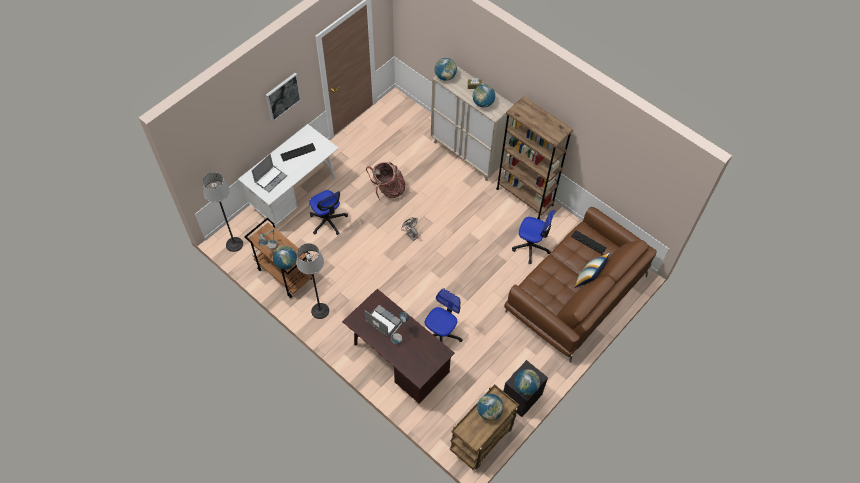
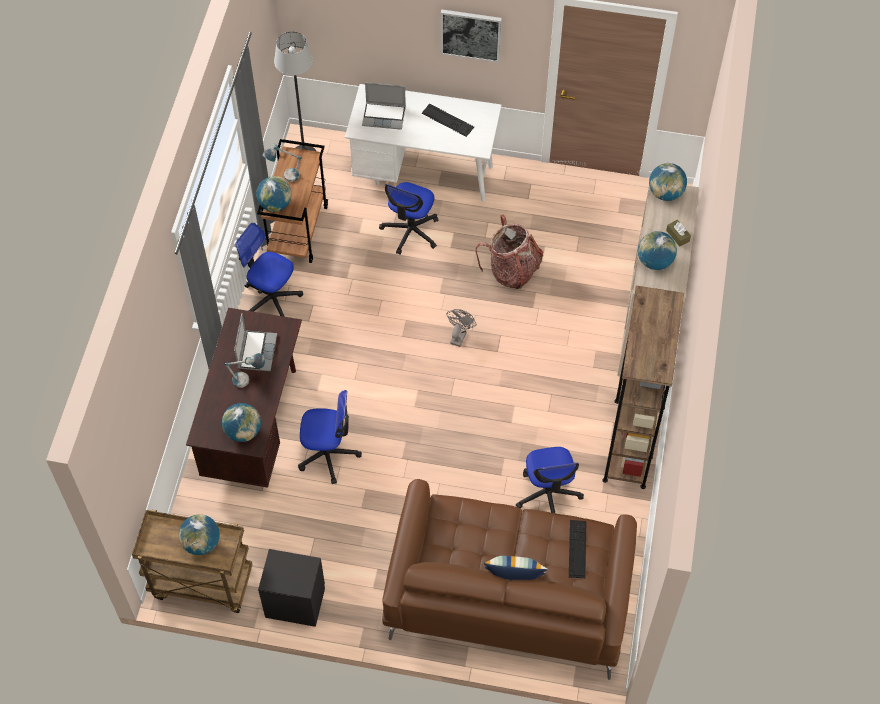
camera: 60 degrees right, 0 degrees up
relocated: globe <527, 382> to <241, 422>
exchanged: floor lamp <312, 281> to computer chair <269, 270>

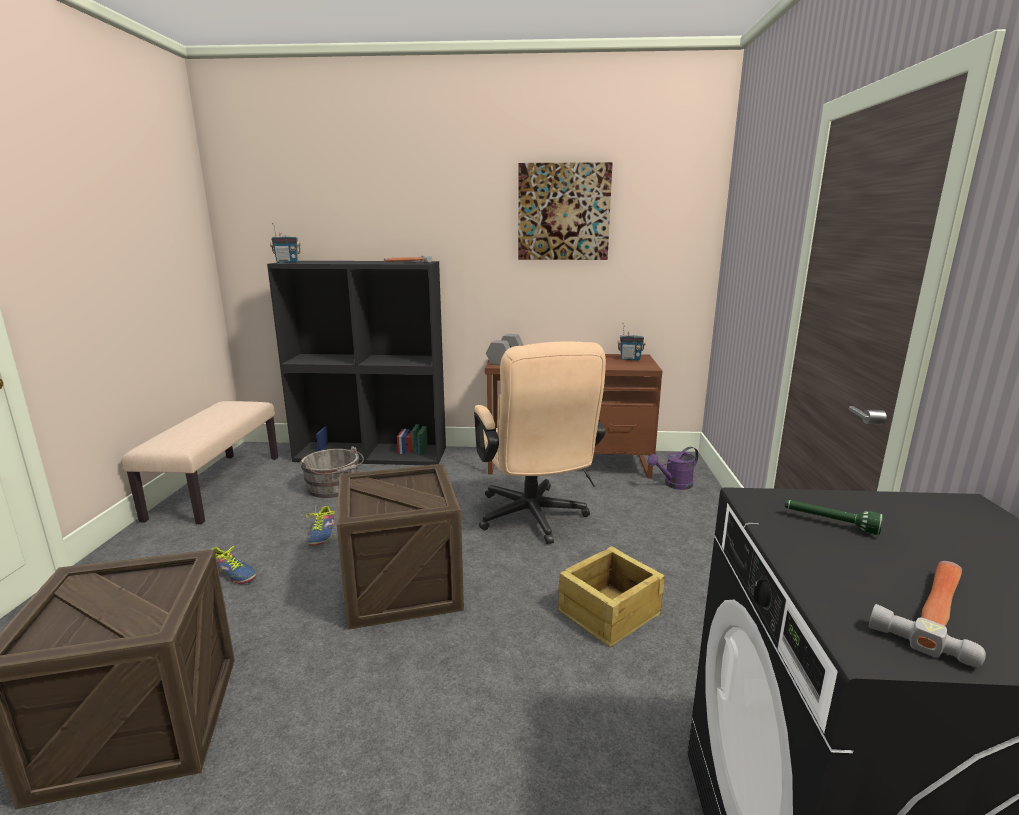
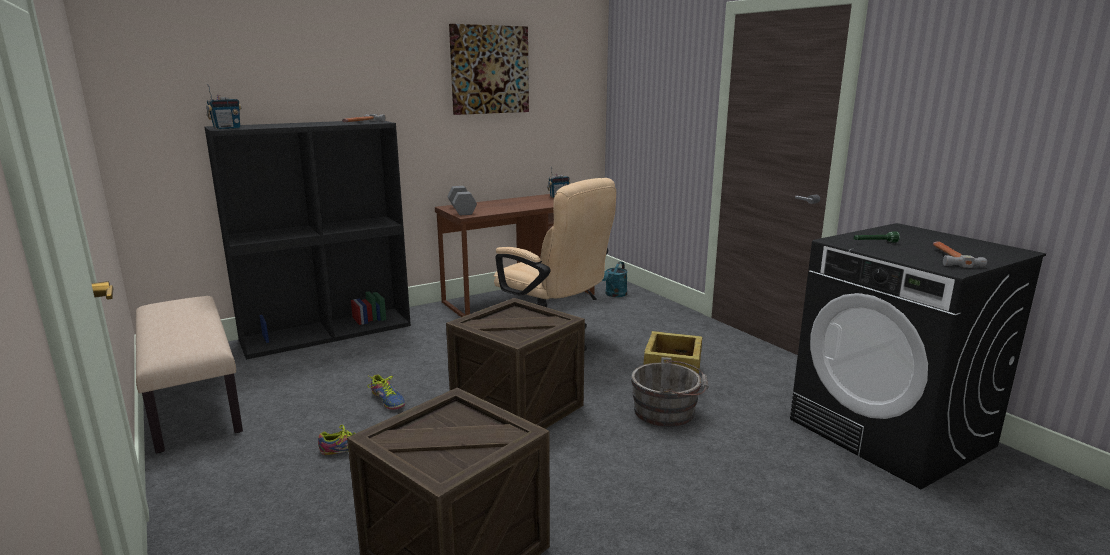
camera: 35 degrees left, 0 degrees up
relocated: greyish bucket <332, 472> to <670, 392>
colour: purple-coloured watering pot <672, 468> to turquoise watering pot <614, 279>

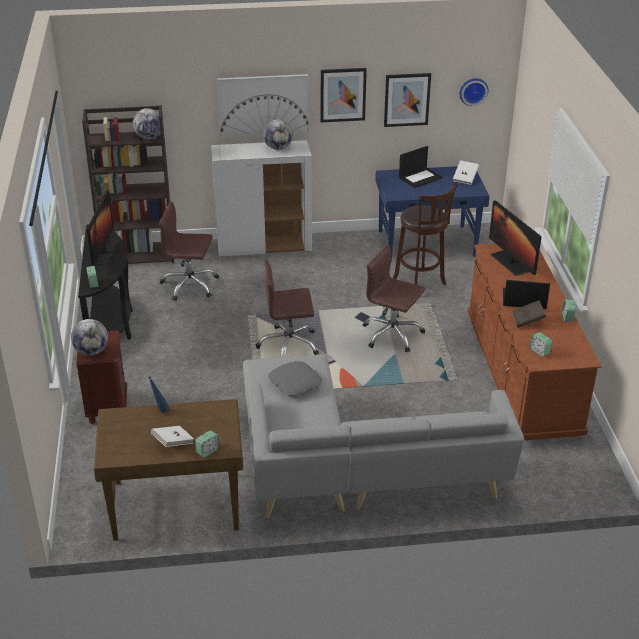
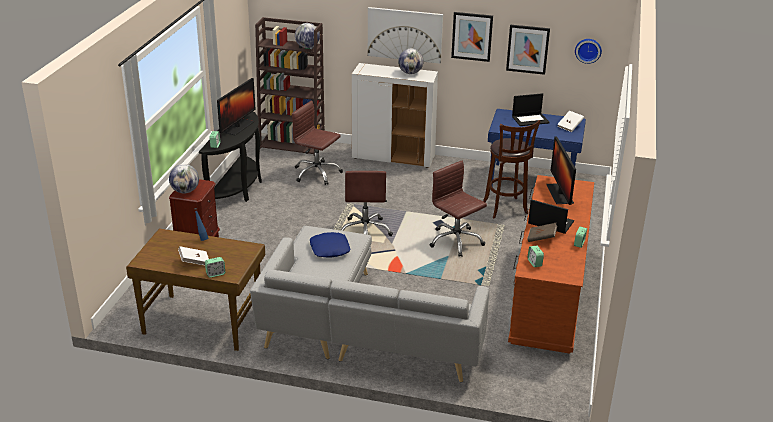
camera: 20 degrees right, 5 degrees down
colour: greyish cushion <295, 378> to blue-coloured cushion <330, 244>
spun: brownish computer chair <287, 308> = <367, 203> 105 degrees counterclockwise

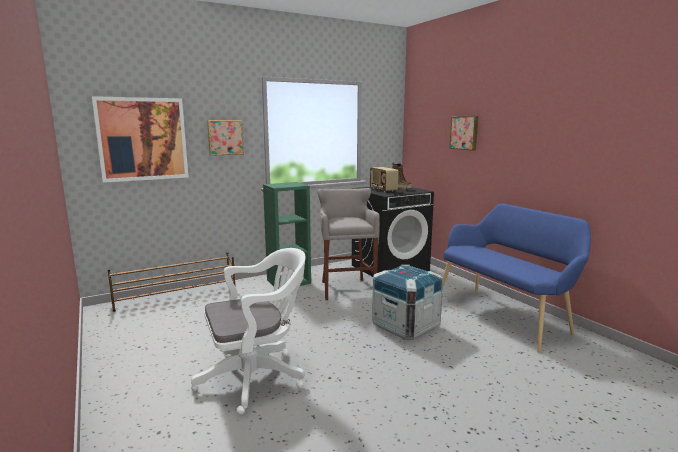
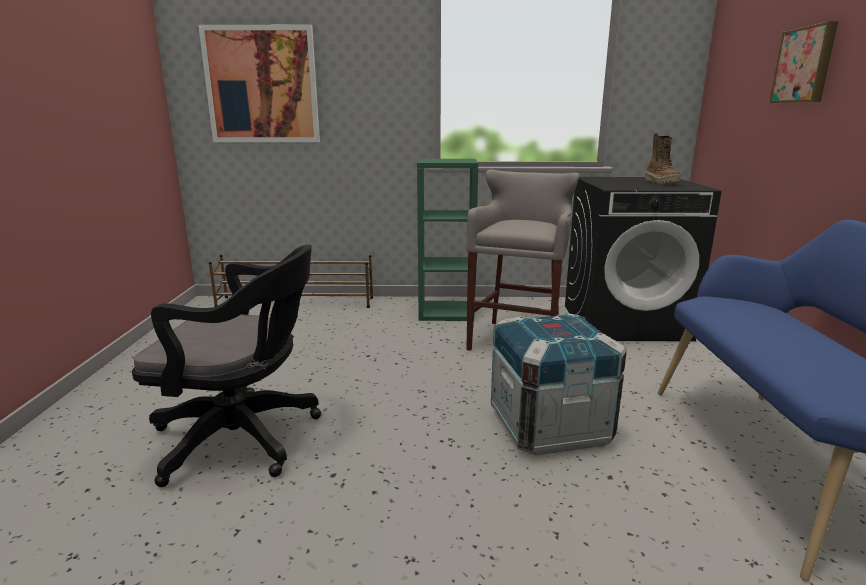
camera: 30 degrees right, 5 degrees up
missing: picture <225, 138>; radio set <384, 179>
colour: white-coloured computer chair <248, 331> to black-coloured computer chair <226, 366>

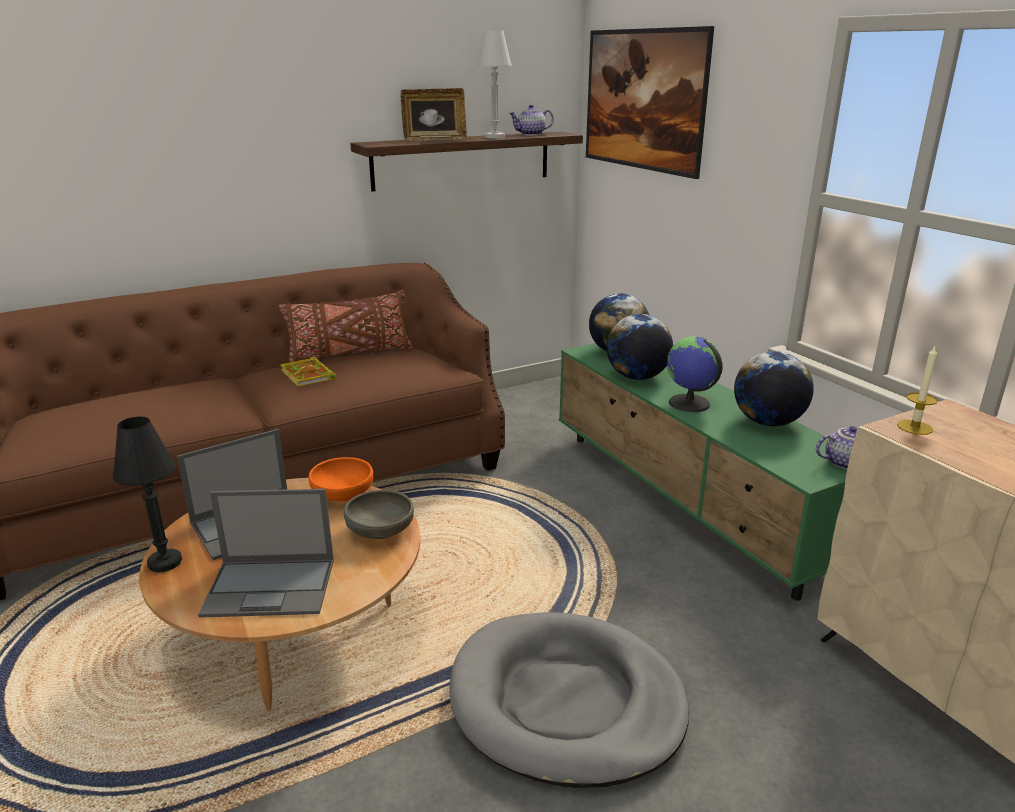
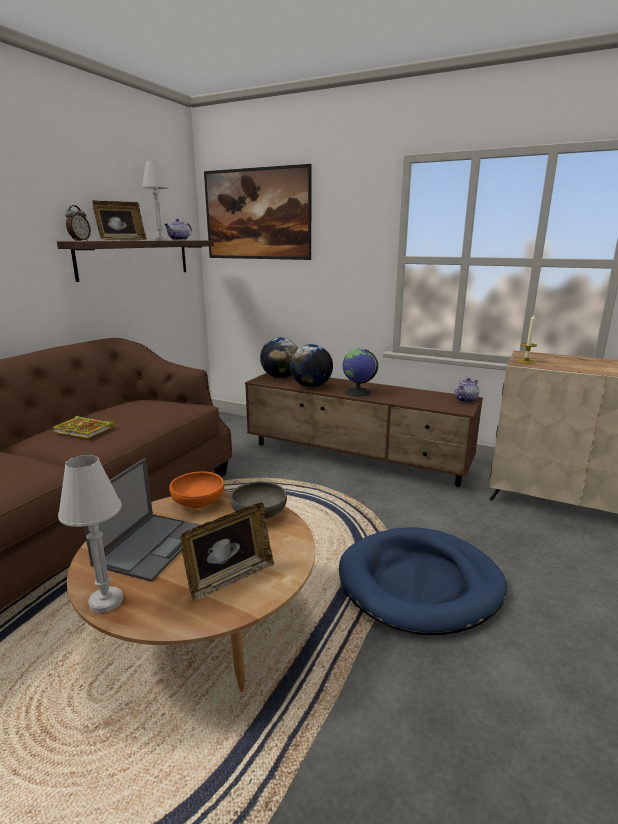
camera: 35 degrees left, 5 degrees down
missing: brownish cushion <345, 326>; globe <774, 388>
appeared: alarm clock <78, 223>
exchanged: portable computer <266, 553> to picture frame <227, 552>
colour: black-coloured table lamp <147, 494> to white-coloured table lamp <90, 534>; greyish dog cushion <569, 700> to blue-coloured dog cushion <423, 581>; greenish media console <703, 472> to brownish media console <364, 430>

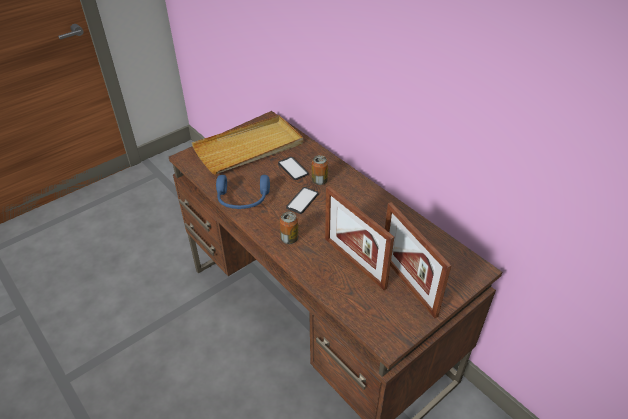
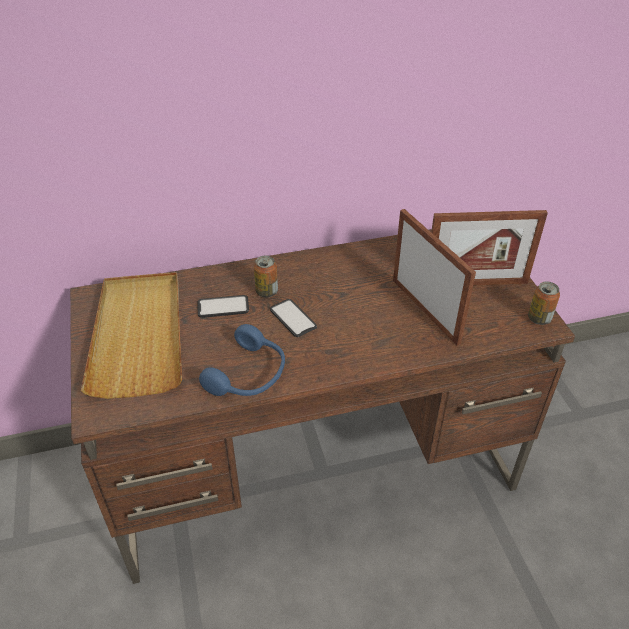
camera: 65 degrees left, 0 degrees up
relocated: sealed can <289, 228> to <544, 303>
spun: picture frame <359, 238> = <434, 277> 105 degrees counterclockwise

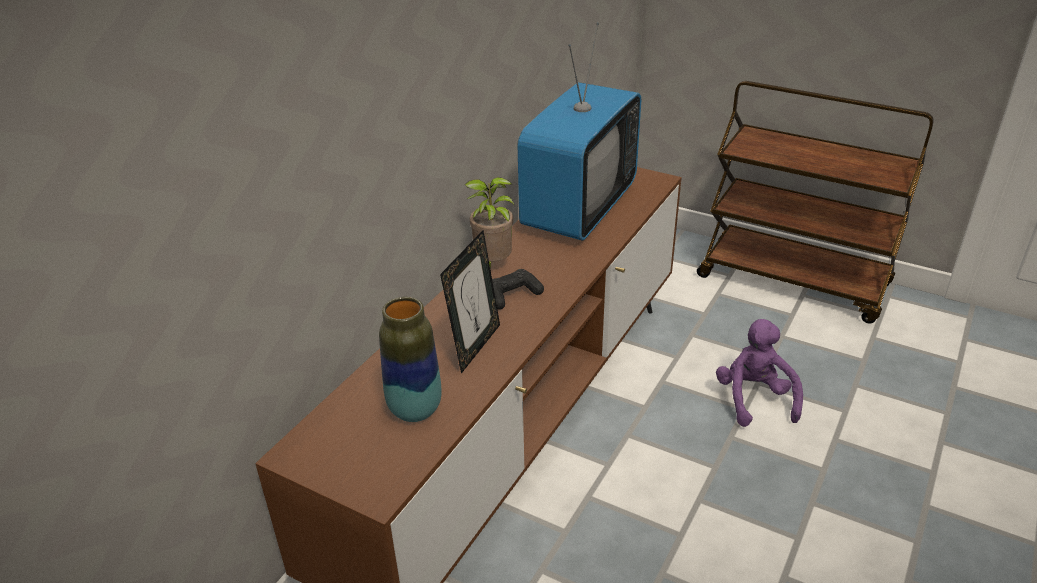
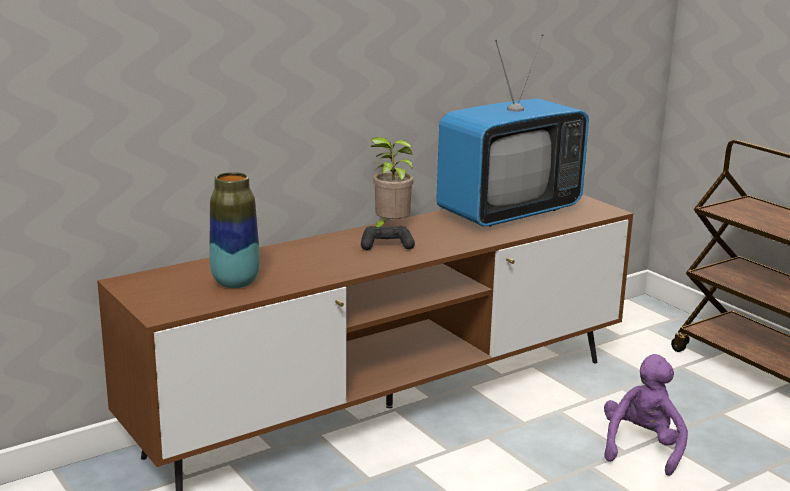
camera: 25 degrees right, 15 degrees down
missing: picture frame <470, 302>

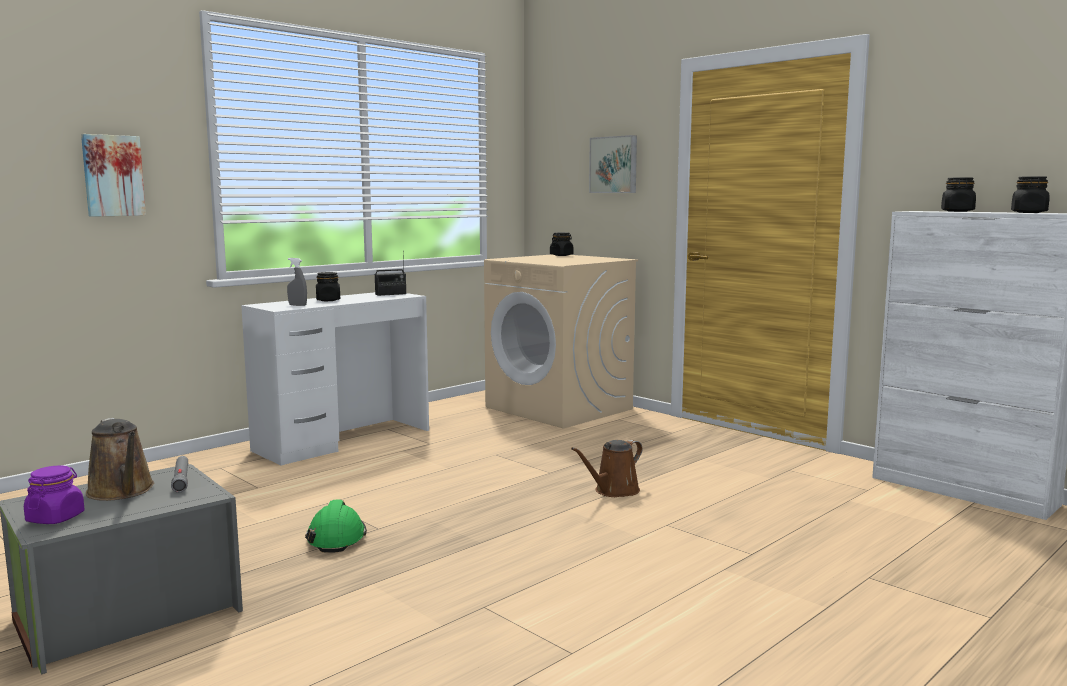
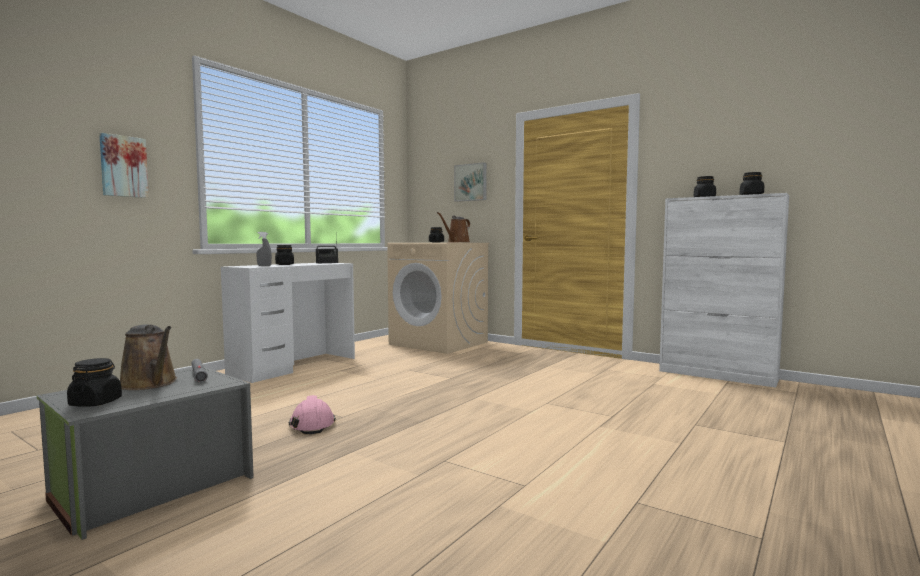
camera: 10 degrees left, 5 degrees down
relocated: brownish watering pot <607, 468> to <453, 227>
colour: purple-coloured jar <54, 495> to black-coloured jar <94, 382>; greenish work helmet <336, 526> to pink work helmet <312, 414>

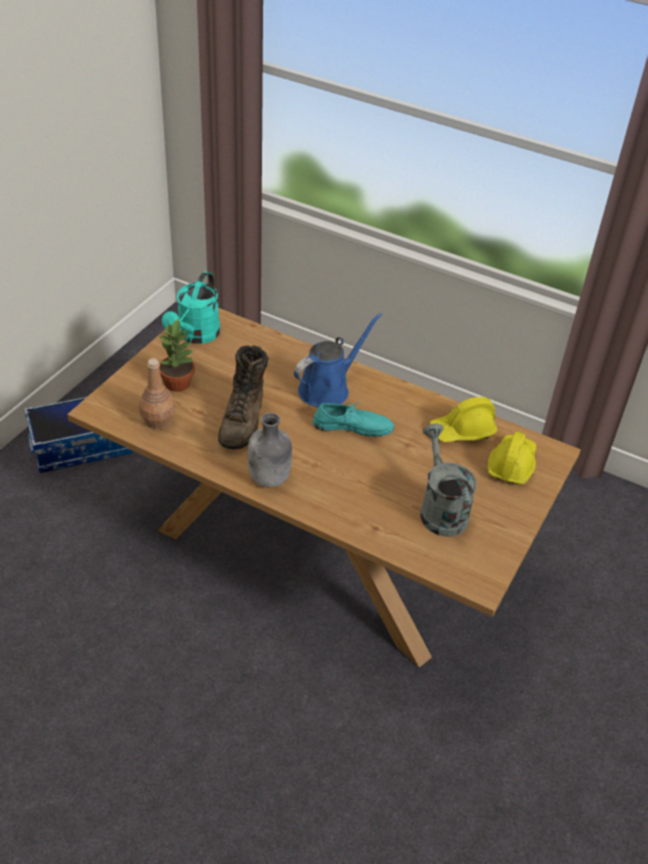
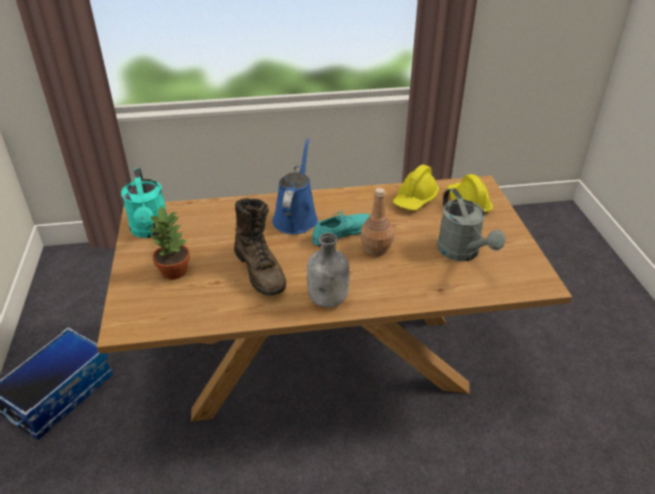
camera: 35 degrees left, 5 degrees down
relocated: brownish drink bottle <157, 393> to <377, 222>
spun: greyish watering pot <448, 480> = <471, 224> 150 degrees counterclockwise

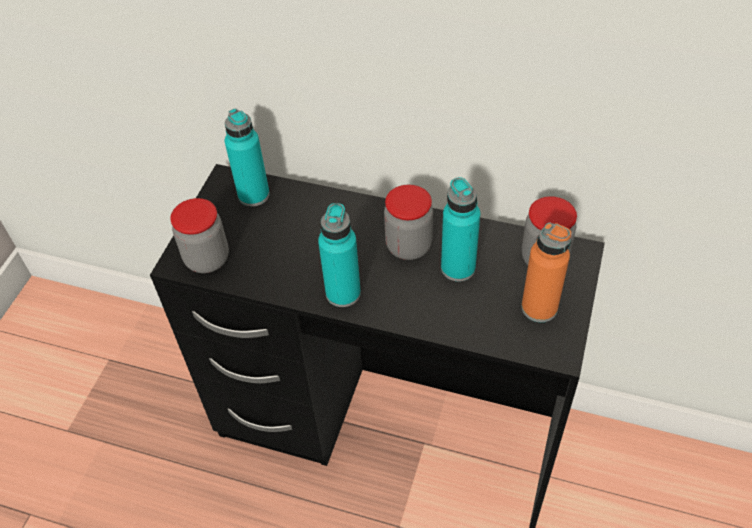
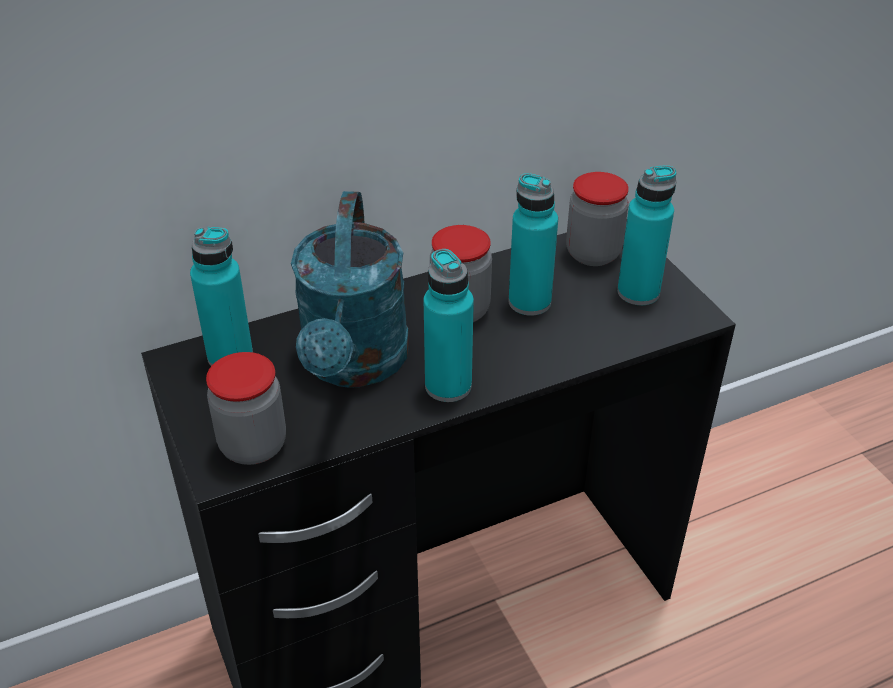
camera: 45 degrees left, 10 degrees down
appeared: turquoise watering pot <350, 289>
colour: orange-coloured drink bottle <546, 272> to turquoise drink bottle <646, 235>

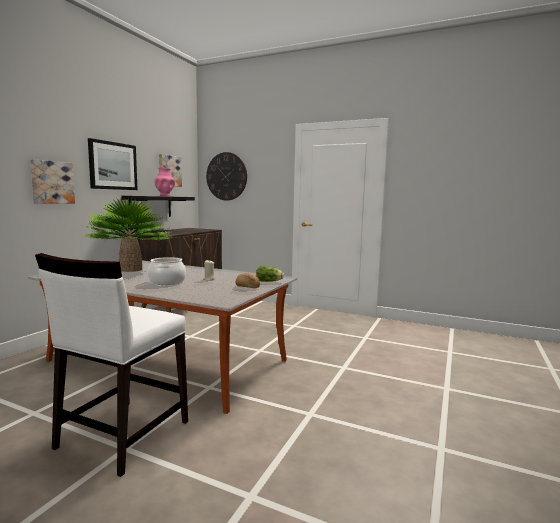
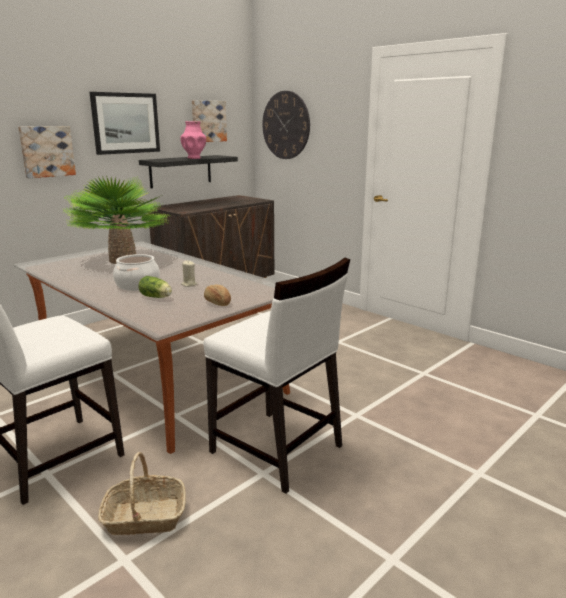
camera: 20 degrees right, 10 degrees up
appeared: household basket <142, 493>; white-coloured upright chair <277, 376>
relocated: head of lettuce <270, 274> to <155, 287>

